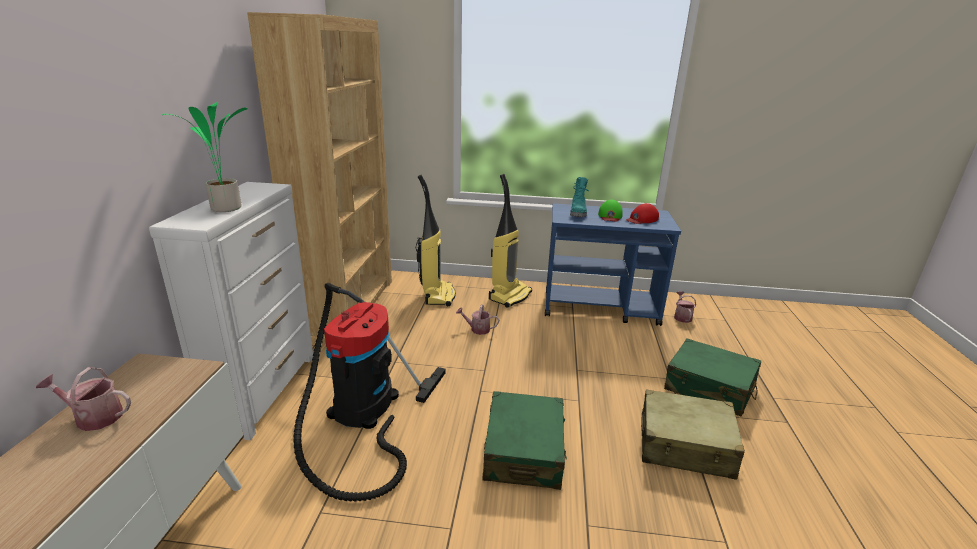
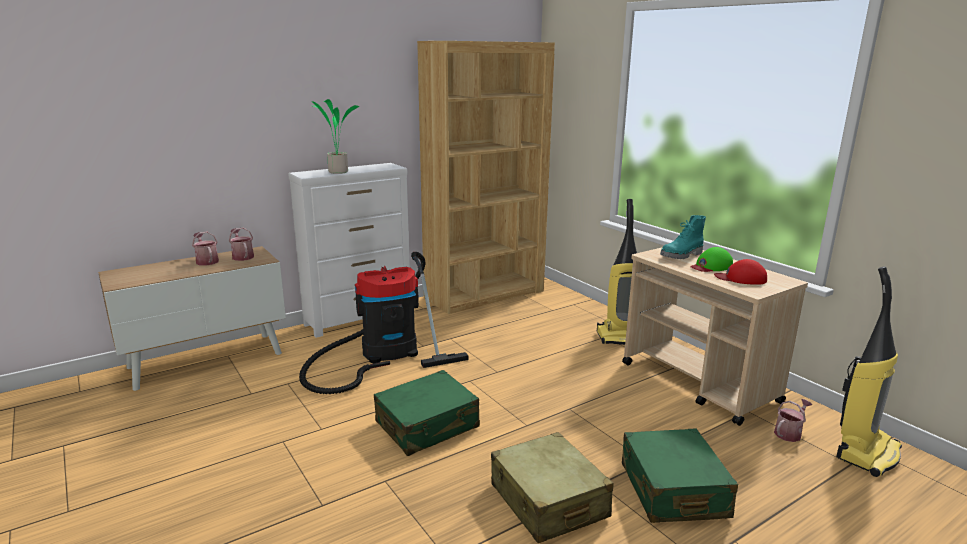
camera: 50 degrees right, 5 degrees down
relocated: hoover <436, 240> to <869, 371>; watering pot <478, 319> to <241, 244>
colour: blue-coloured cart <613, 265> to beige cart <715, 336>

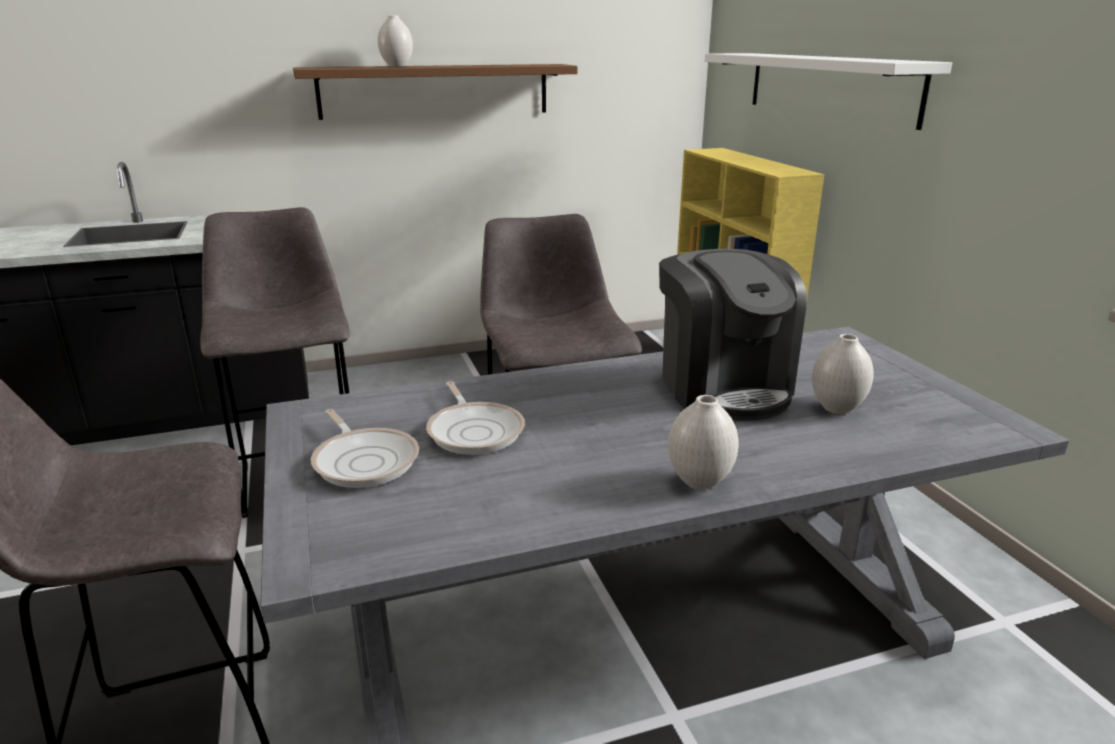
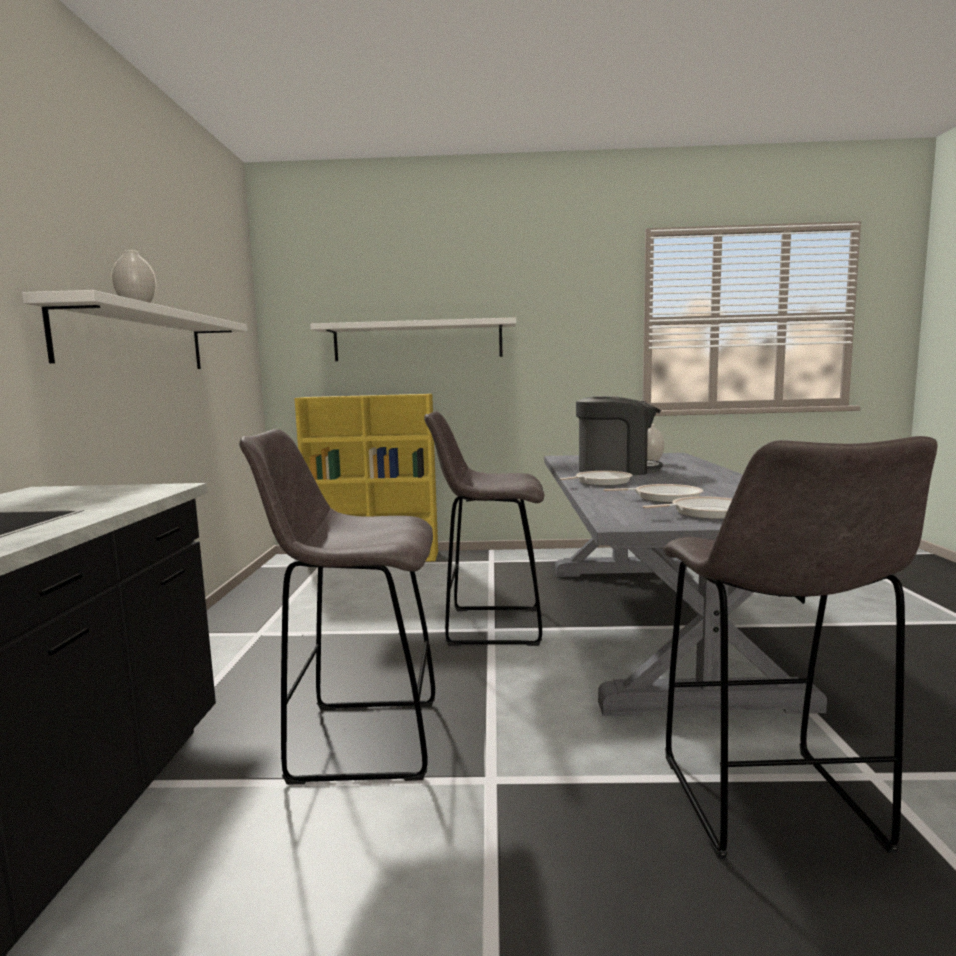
camera: 70 degrees left, 15 degrees down
missing: white-coloured flower vase <703, 442>
appeared: frying pan <596, 478>
colour: brownish wall shelf <435, 92> to white-coloured wall shelf <134, 329>

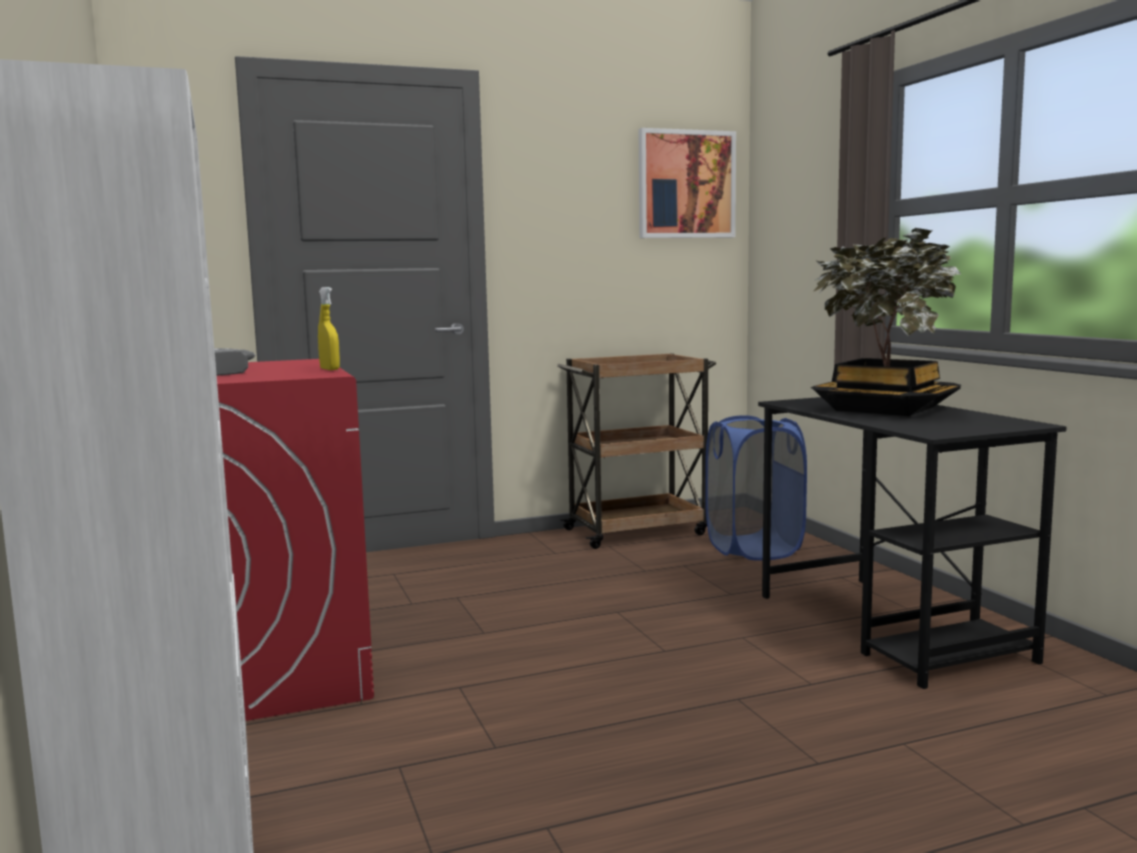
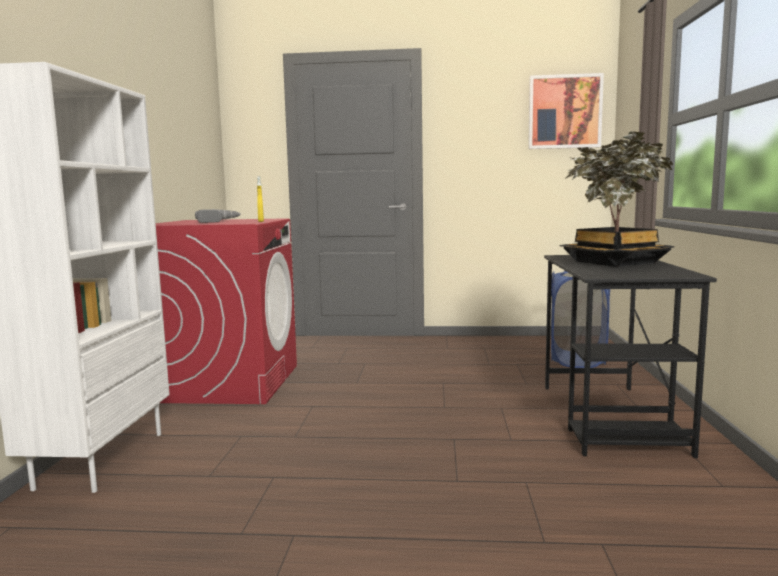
camera: 25 degrees right, 0 degrees up
missing: brownish cart <636, 451>

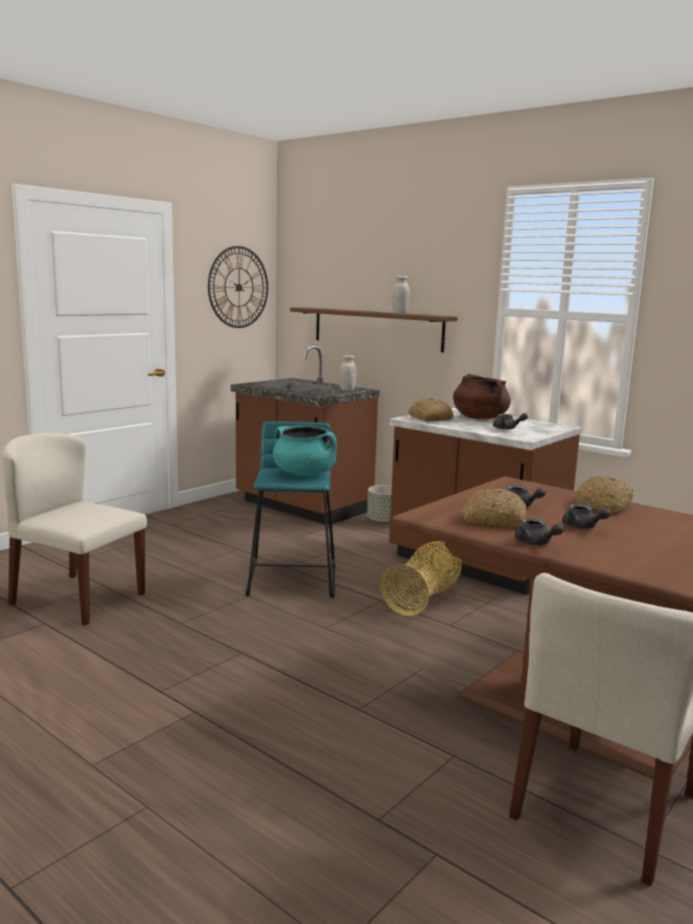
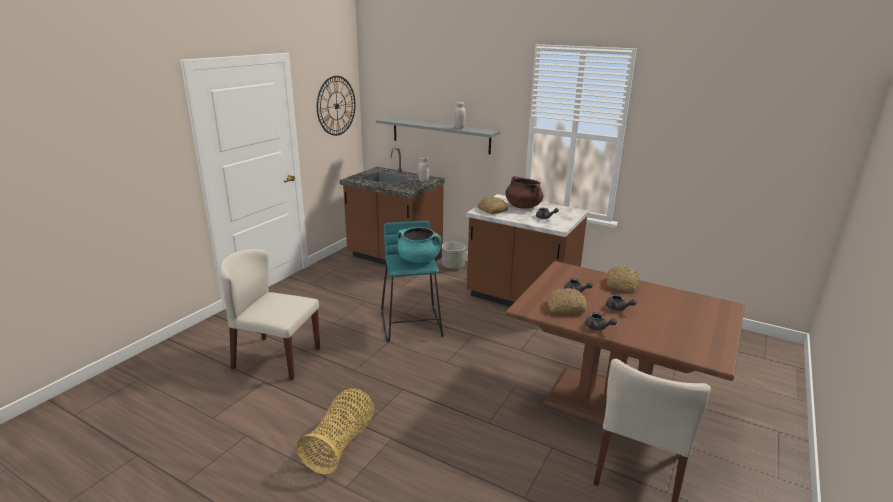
camera: 10 degrees left, 10 degrees up
relocated: household basket <421, 578> to <335, 431>
colour: brownish wall shelf <374, 330> to greyish wall shelf <438, 135>

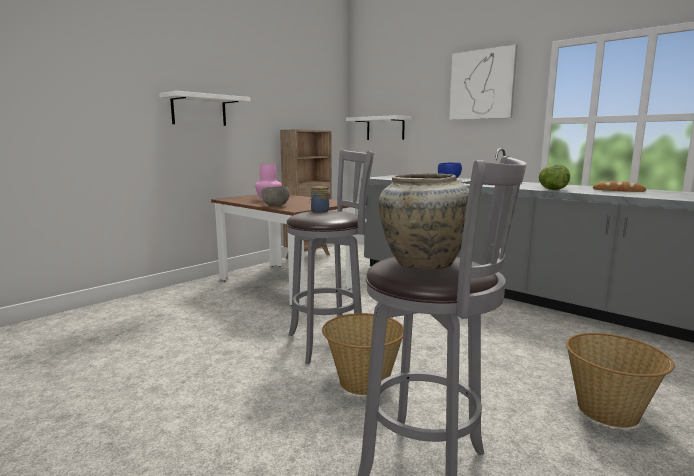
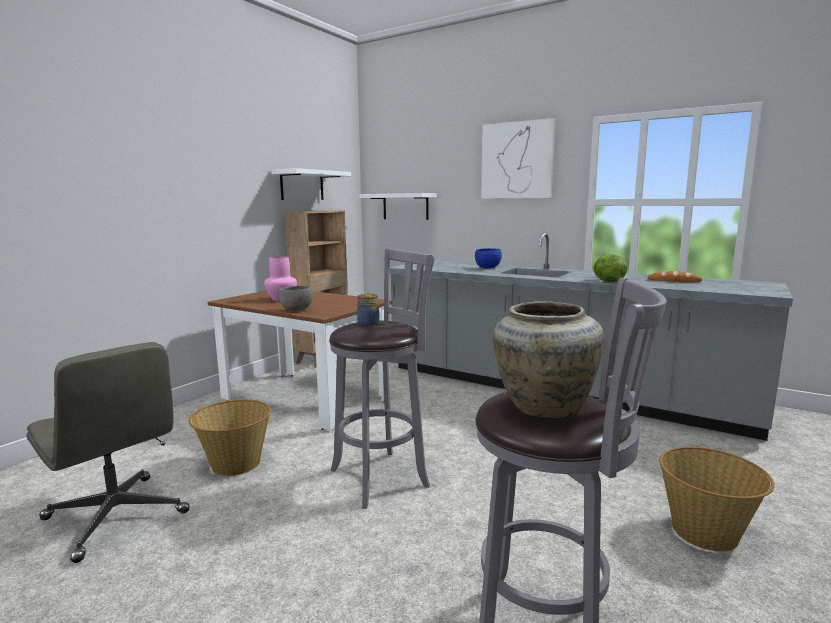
camera: 10 degrees left, 0 degrees up
appeared: greyish computer chair <108, 452>
relocated: white-coloured wall shelf <204, 108> to <311, 184>; household basket <363, 354> to <229, 437>

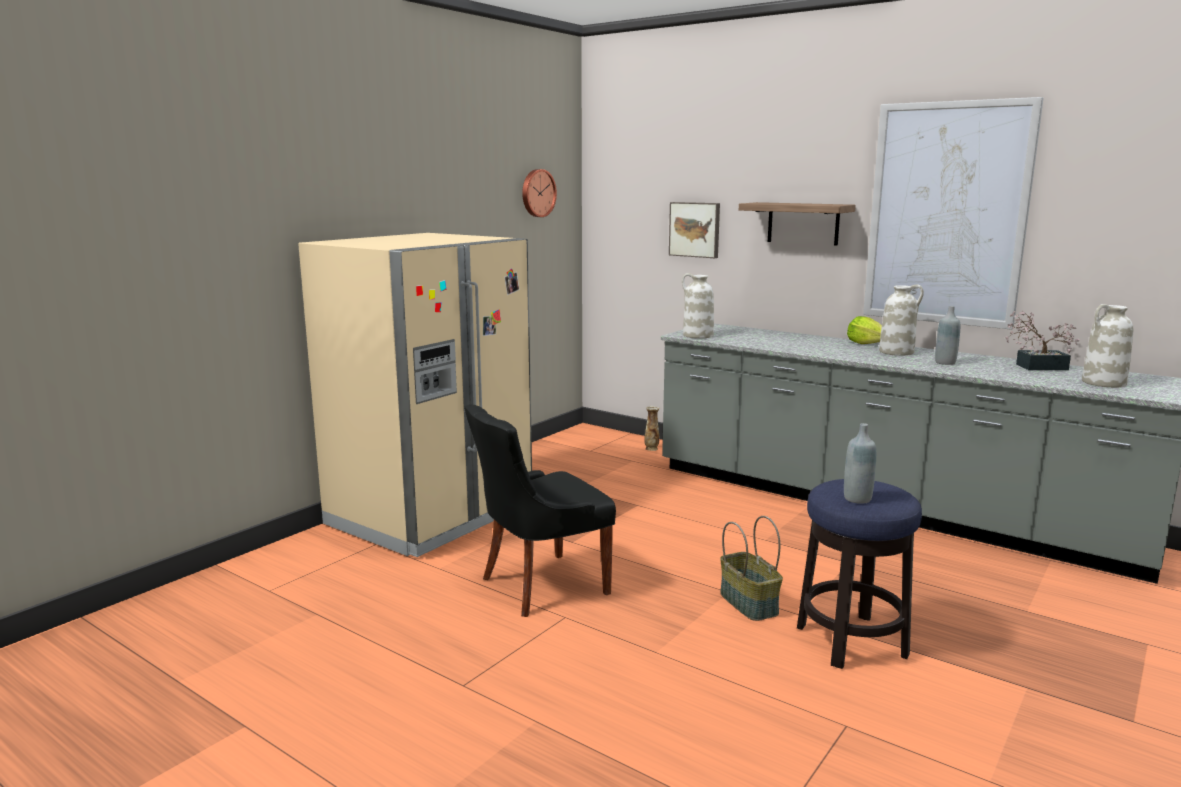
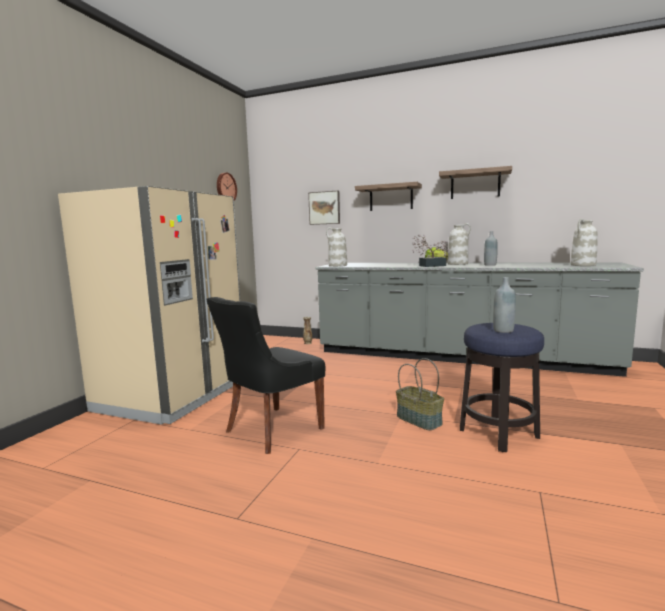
camera: 15 degrees left, 5 degrees down
relocated: houseplant <1042, 340> to <431, 250>
exchanged: picture <953, 213> to wall shelf <475, 182>

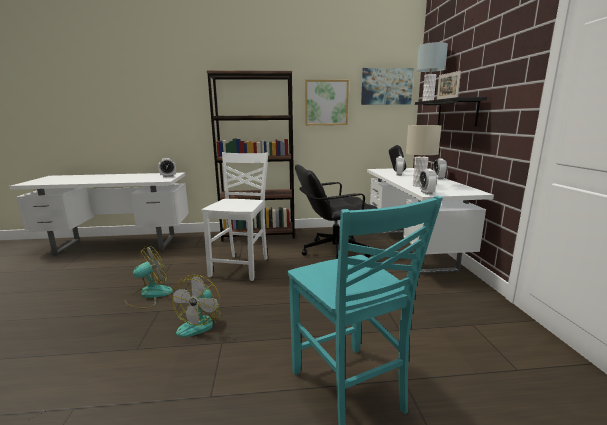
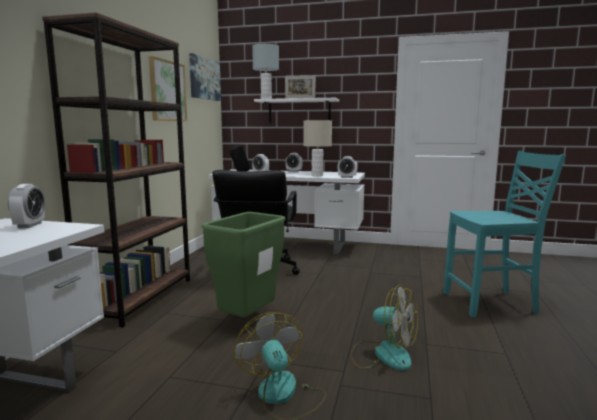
camera: 70 degrees left, 5 degrees down
exchanged: white-coloured upright chair <235, 216> to greenish rubbish bin <243, 264>
colour: black-coloured wall shelf <451, 111> to white-coloured wall shelf <296, 110>

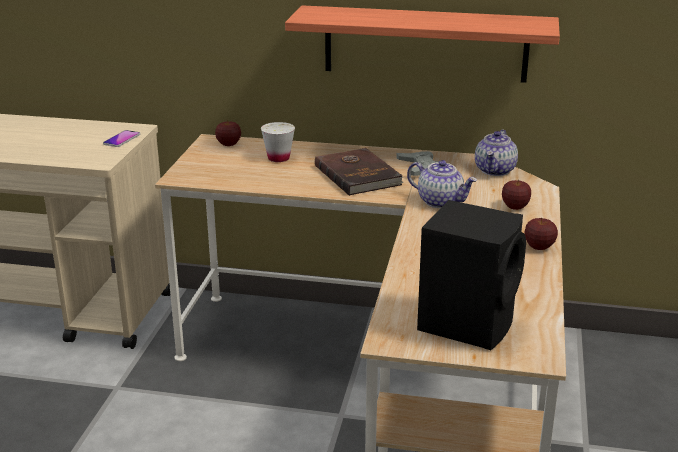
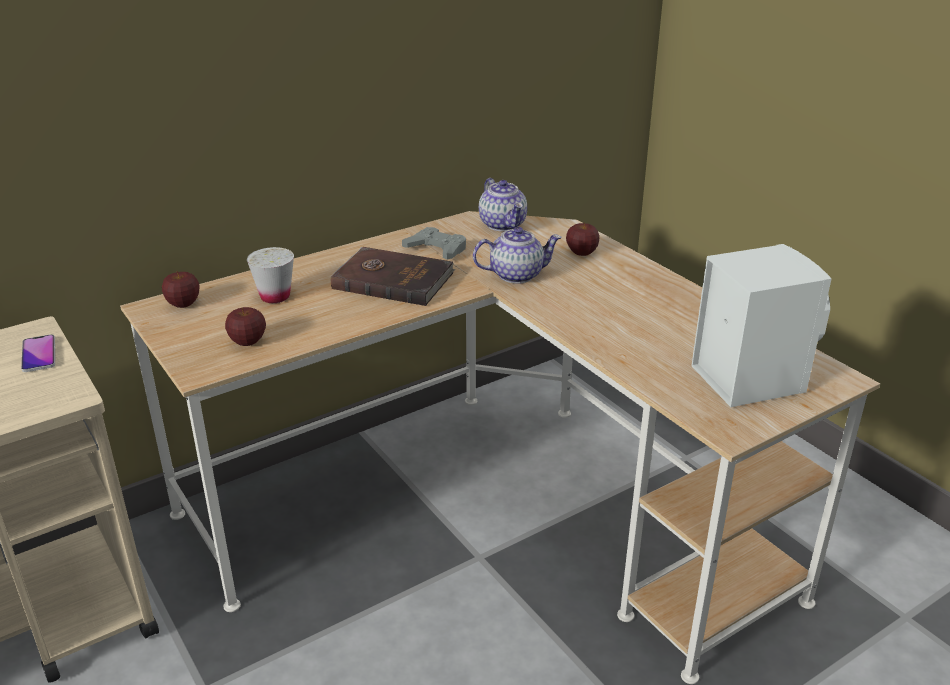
camera: 45 degrees left, 5 degrees up
missing: wall shelf <422, 44>
relocated: apple <541, 234> to <245, 326>
colour: black-coloured speaker <471, 275> to white-coloured speaker <761, 325>

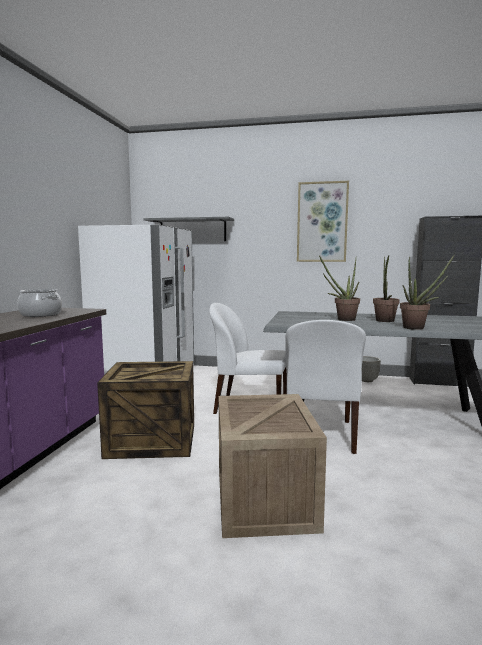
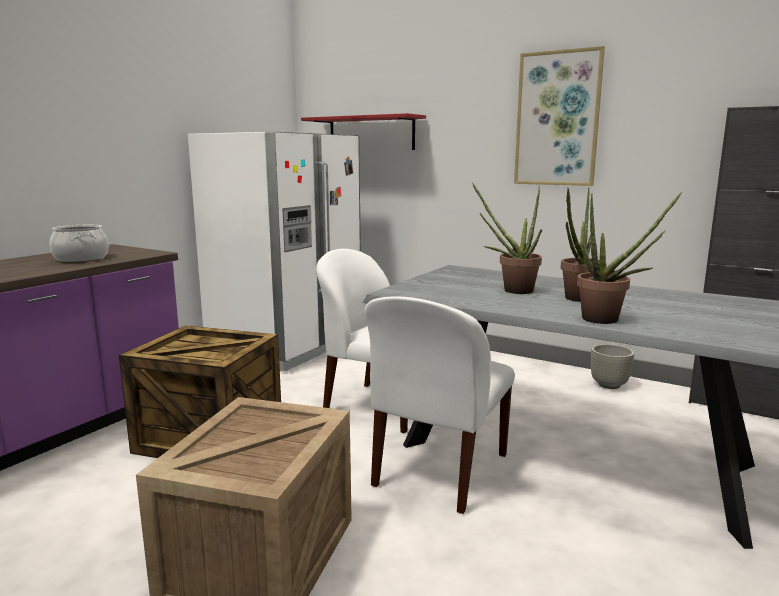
camera: 20 degrees right, 5 degrees up
colour: greyish wall shelf <189, 229> to red wall shelf <363, 131>

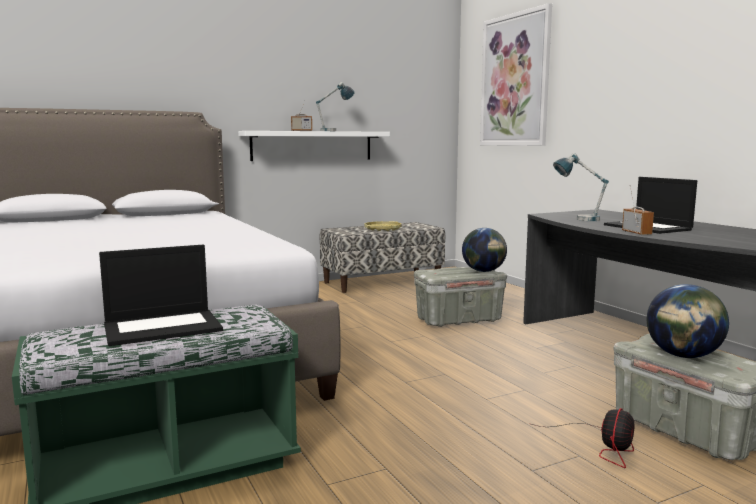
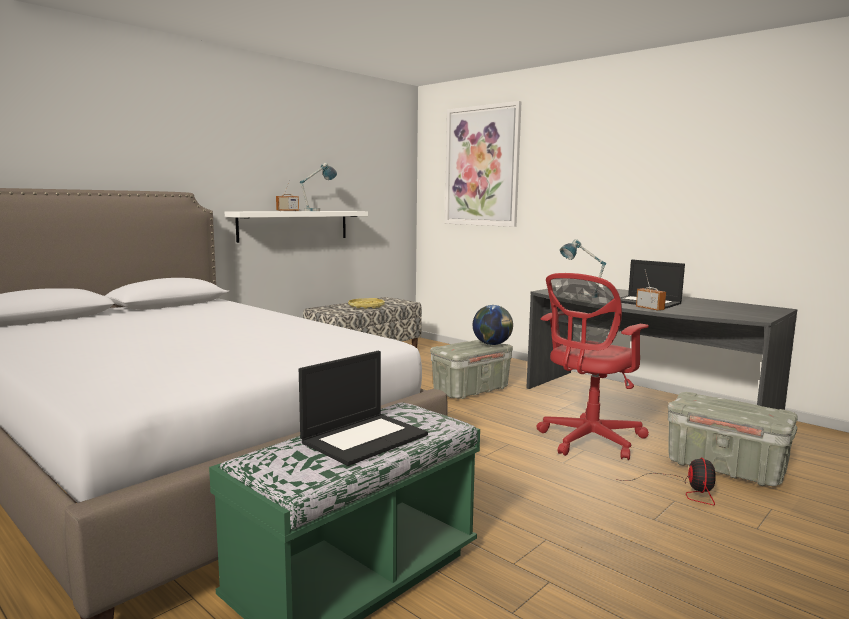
camera: 20 degrees left, 0 degrees up
missing: globe <688, 321>
appeared: red computer chair <593, 366>

